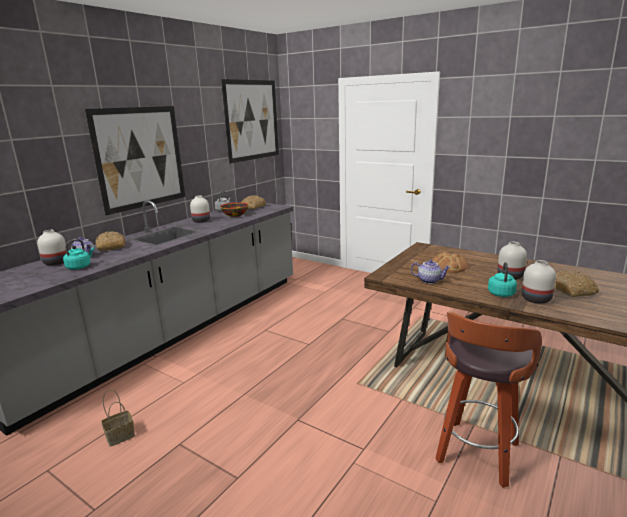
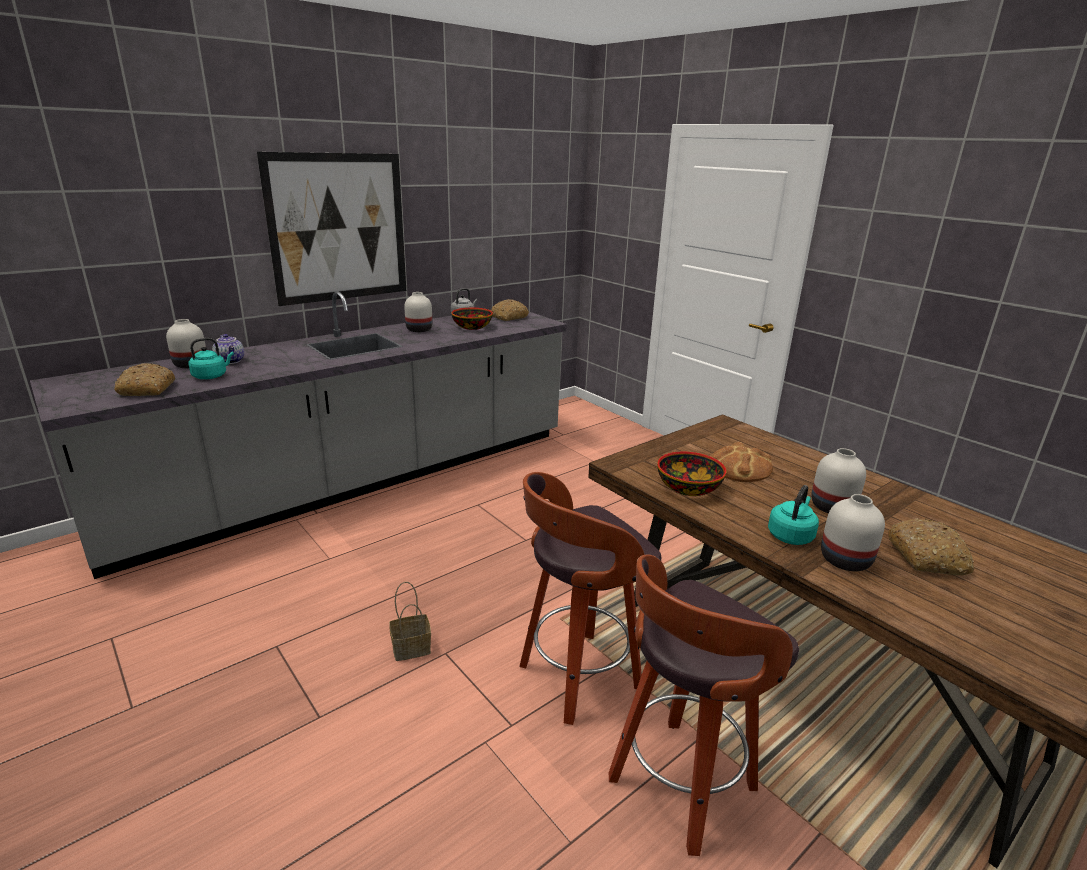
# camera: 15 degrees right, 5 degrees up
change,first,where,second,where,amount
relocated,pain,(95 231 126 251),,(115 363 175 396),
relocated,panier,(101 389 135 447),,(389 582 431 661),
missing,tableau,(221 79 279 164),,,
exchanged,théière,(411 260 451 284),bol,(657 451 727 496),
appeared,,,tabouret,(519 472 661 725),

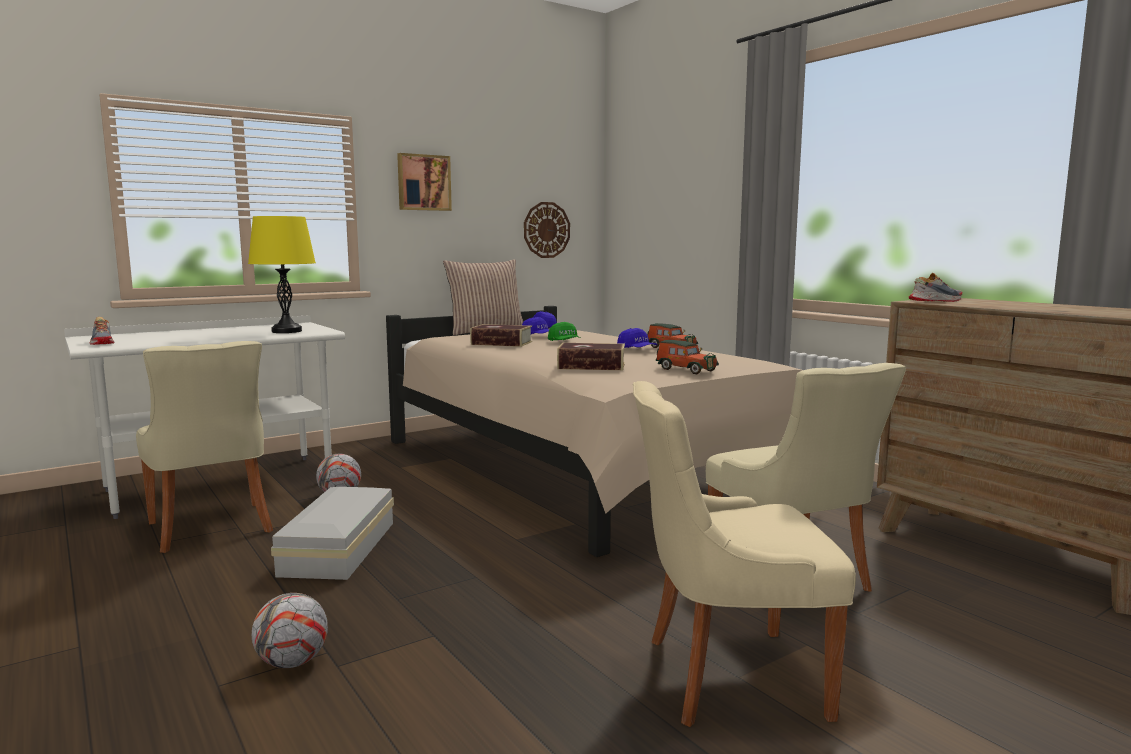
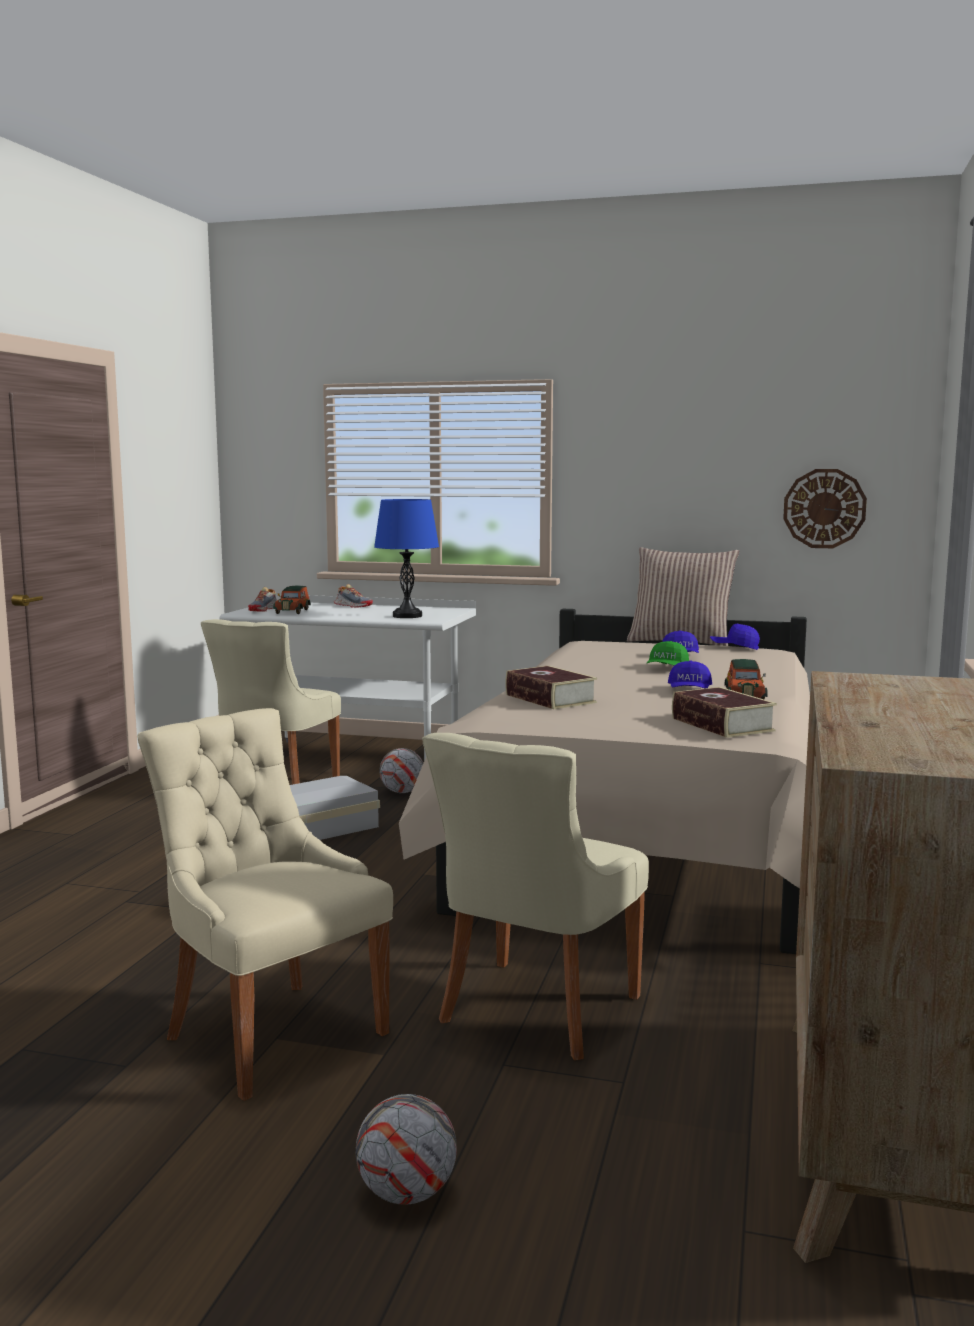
# camera: 50 degrees right, 0 degrees up
change,first,where,second,where,amount
colour,lampe de table/jaune,(248 216 316 333),lampe de table/bleu,(374 499 439 618),
relocated,ballon de foot,(252 593 328 668),,(356 1094 457 1205),
missing,tableau,(397 153 452 211),,,
relocated,livre,(470 324 532 347),,(672 687 777 738),
relocated,petite voiture,(656 340 719 374),,(273 585 311 614),
relocated,chaussure,(909 273 963 302),,(334 584 373 608),

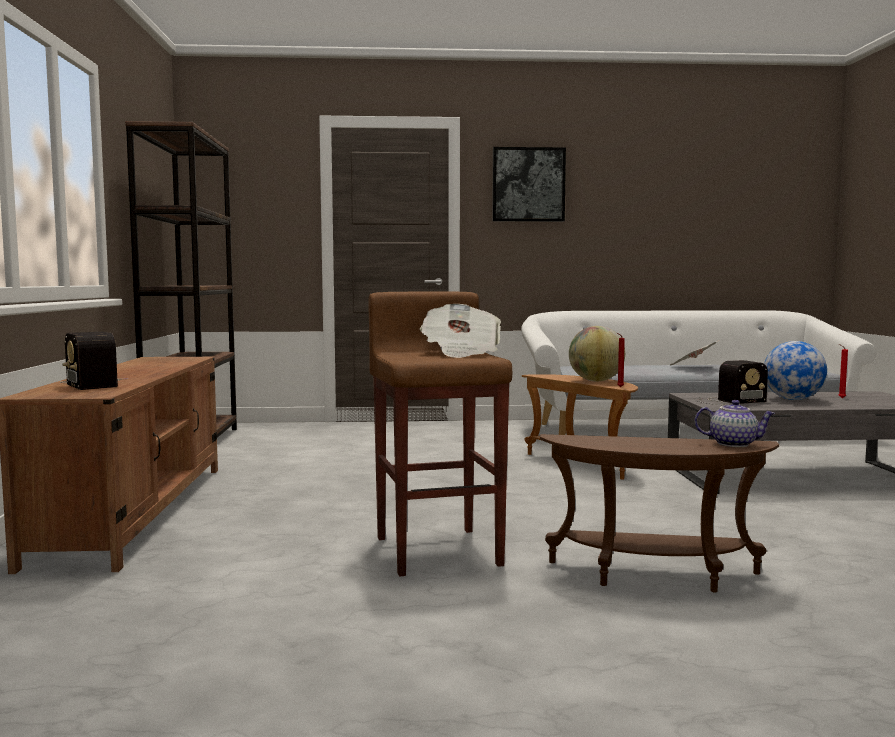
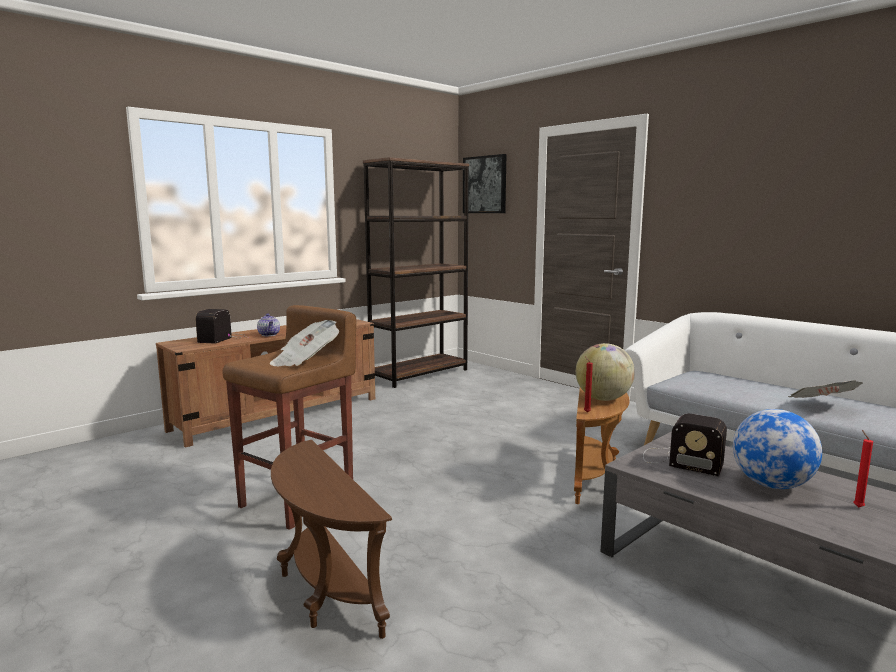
# camera: 50 degrees right, 5 degrees up
change,first,where,second,where,amount
relocated,tableau,(492 147 566 222),,(463 154 506 213),
relocated,théière,(695 400 776 447),,(257 314 280 336),

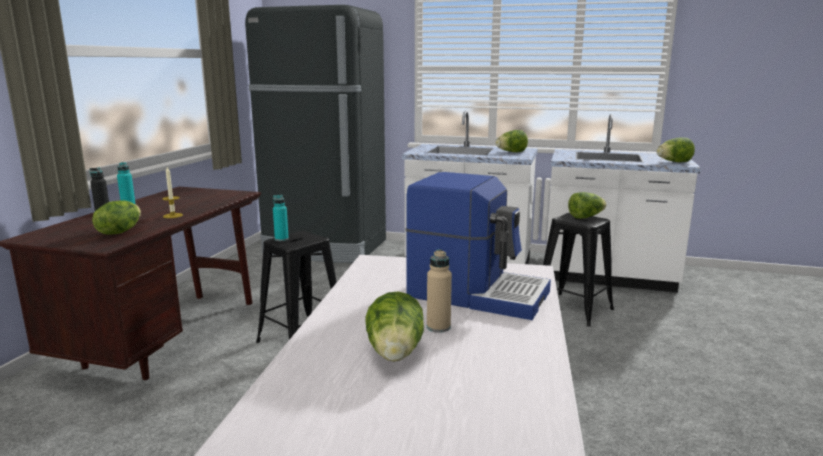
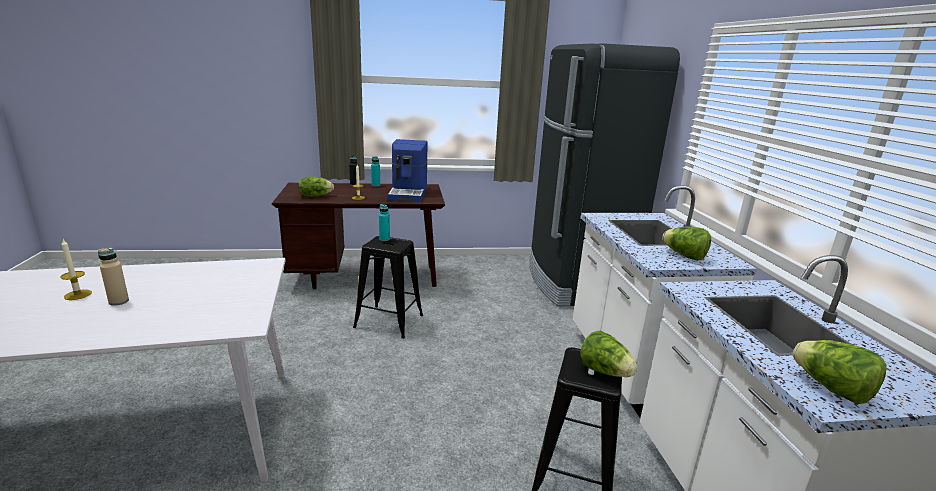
# camera: 65 degrees right, 5 degrees up
change,first,where,second,where,amount
exchanged,laitue,(365 291 424 362),bougie,(61 239 92 300),
relocated,machine à café,(406 172 551 320),,(388 139 428 202),

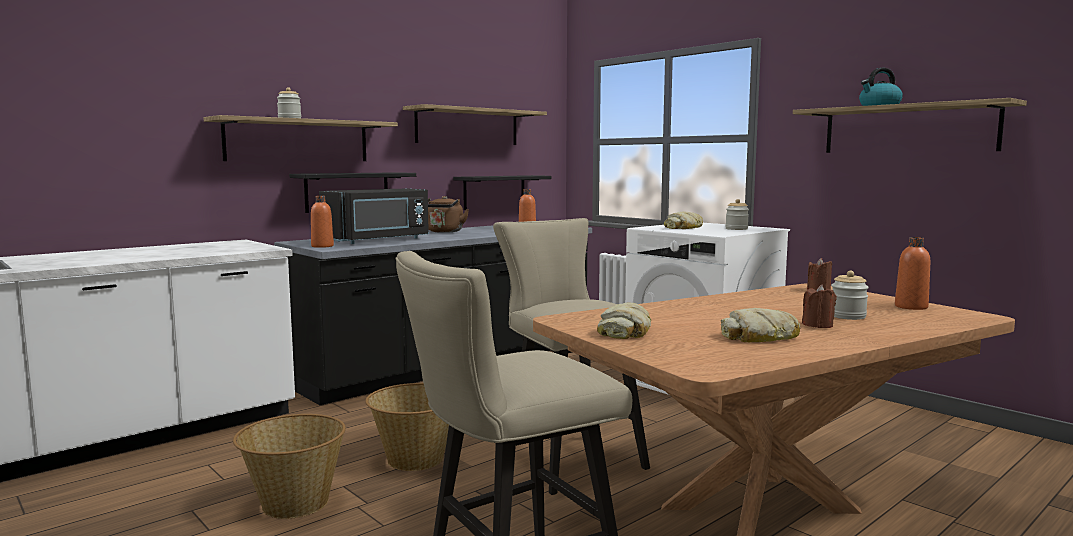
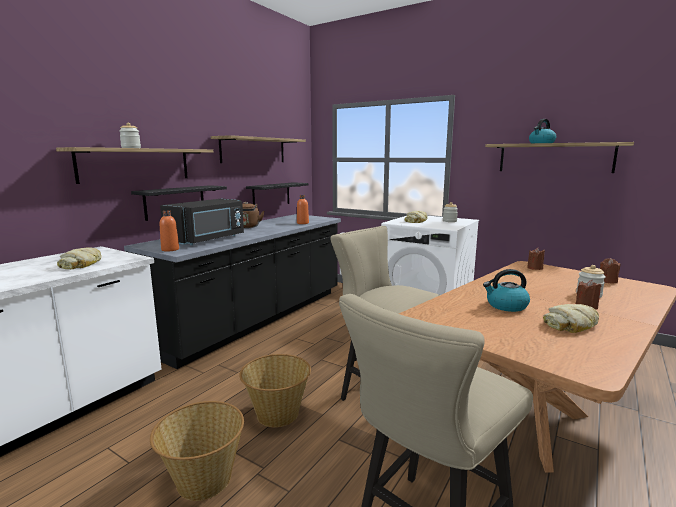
# camera: 15 degrees left, 5 degrees up
change,first,where,second,where,amount
relocated,pain,(597 302 651 339),,(57 247 101 269),
exchanged,bouteille/orange,(895 237 930 310),bougie/marron,(600 258 620 283),
appeared,,,bouilloire,(483 269 530 312),

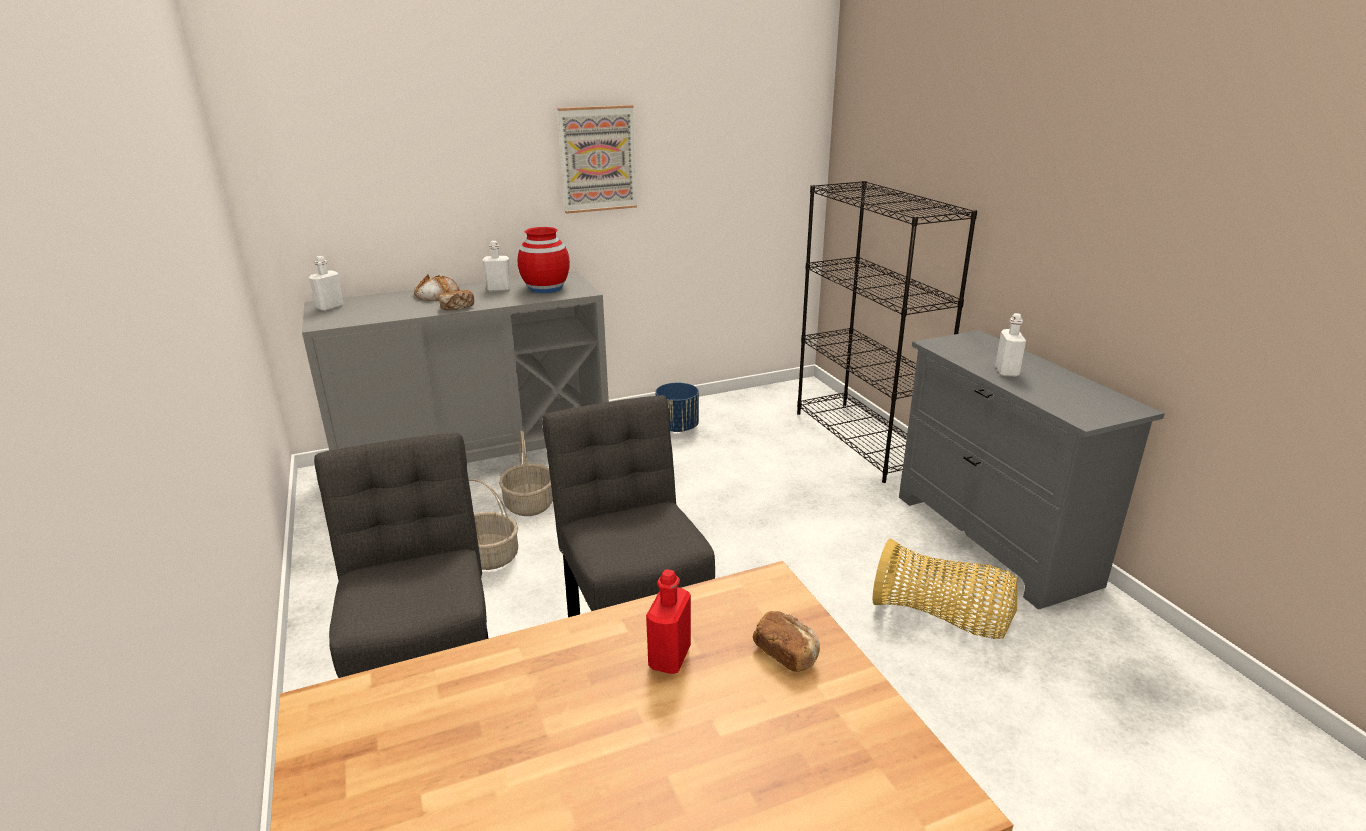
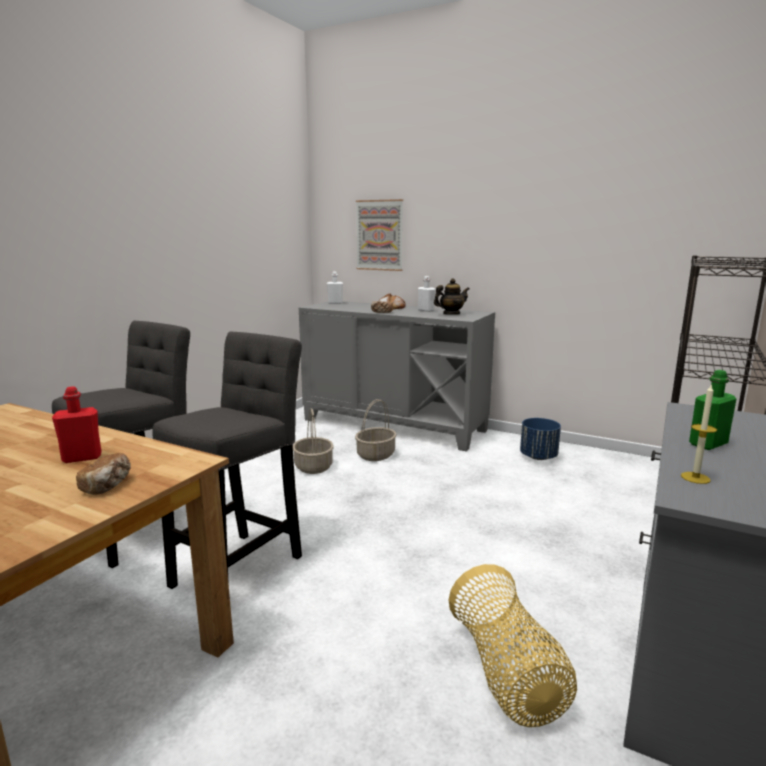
# camera: 50 degrees right, 10 degrees down
change,first,where,second,where,amount
exchanged,vase/rouge,(518 227 570 293),théière,(434 278 470 315),
relocated,tableau,(558 105 637 214),,(356 199 403 271),
colour,bouteille/blanc,(995 313 1026 377),bouteille/vert,(689 370 736 450),
appeared,,,bougie,(681 383 717 484),

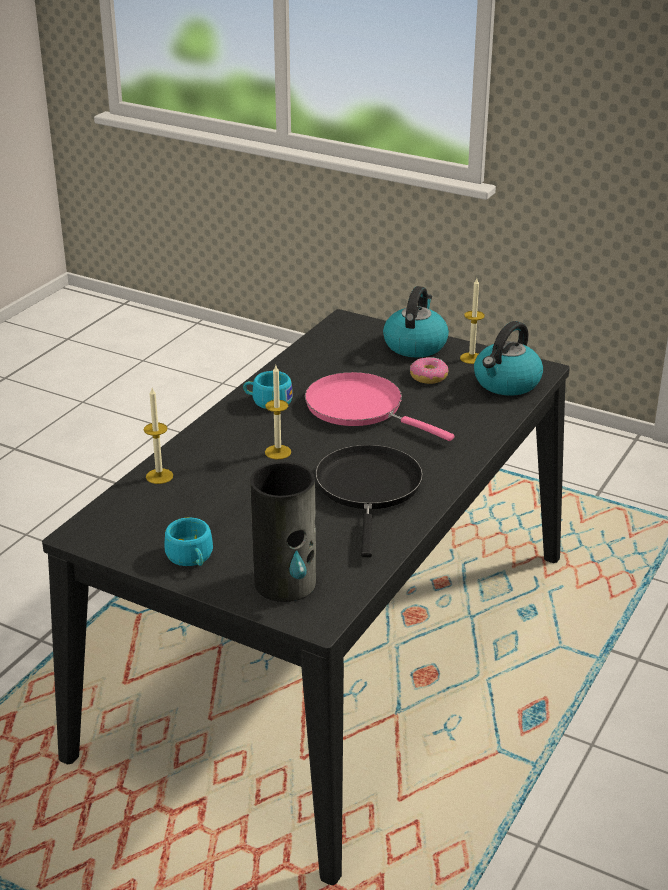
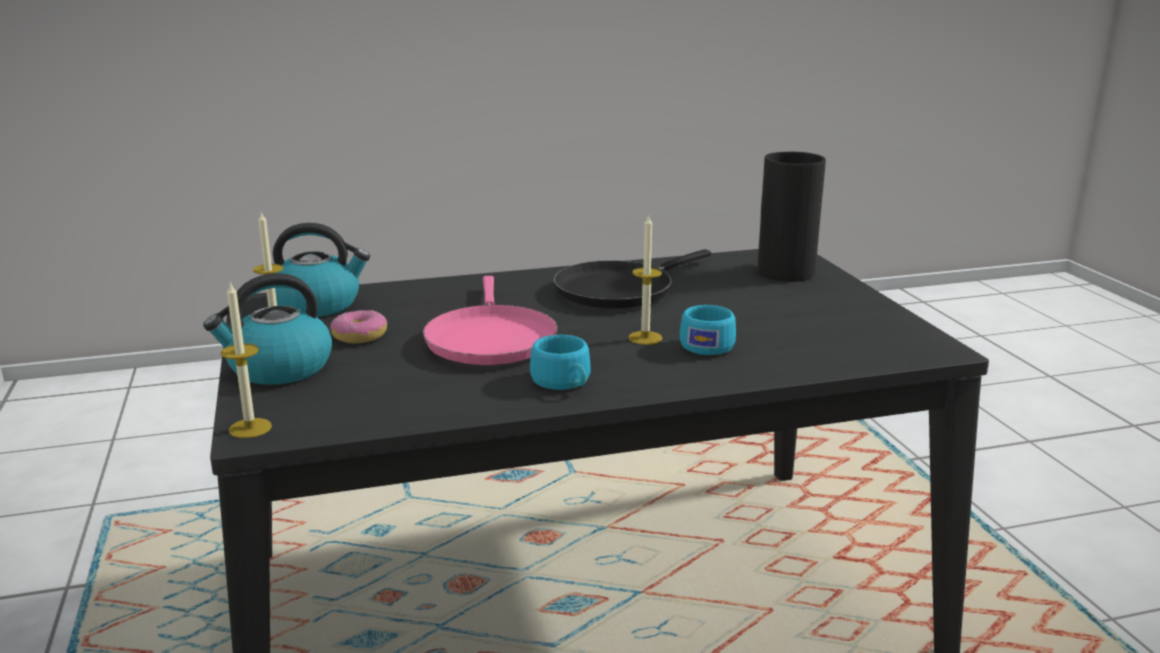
# camera: 135 degrees left, 10 degrees down
change,first,where,second,where,amount
relocated,bougie,(144 388 173 484),,(221 281 272 438),
relocated,tasse/turquoise,(165 517 213 566),,(679 305 736 355),

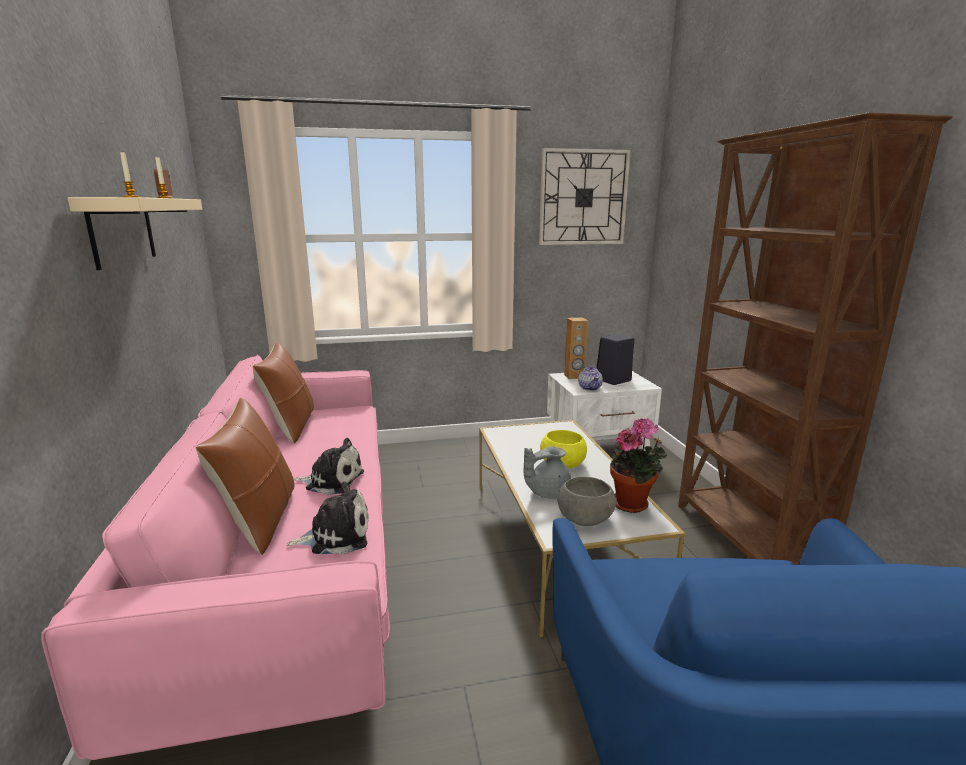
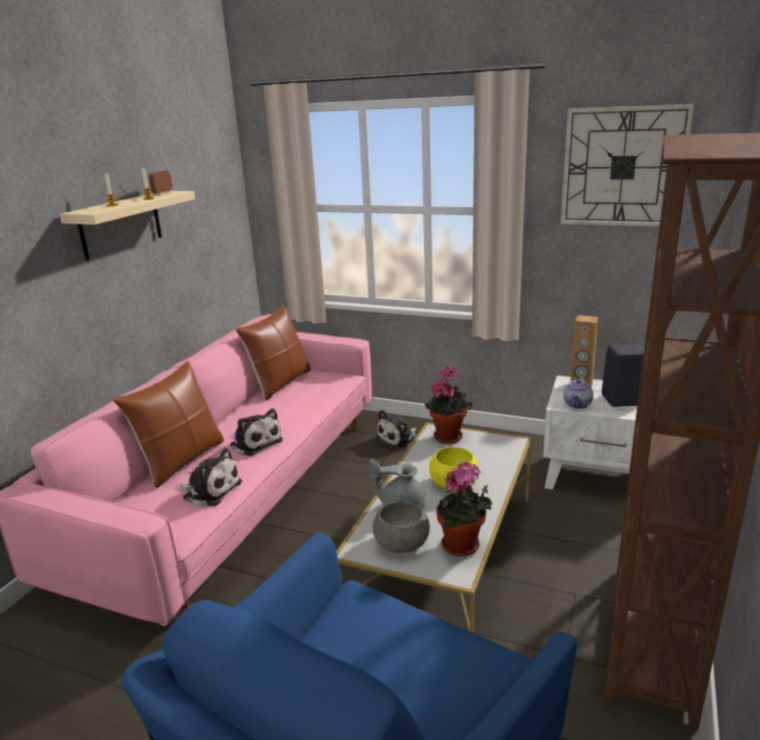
# camera: 35 degrees right, 5 degrees up
change,first,where,second,where,amount
appeared,,,peluche,(375 410 416 449),
appeared,,,plante en pot,(425 365 472 444),

